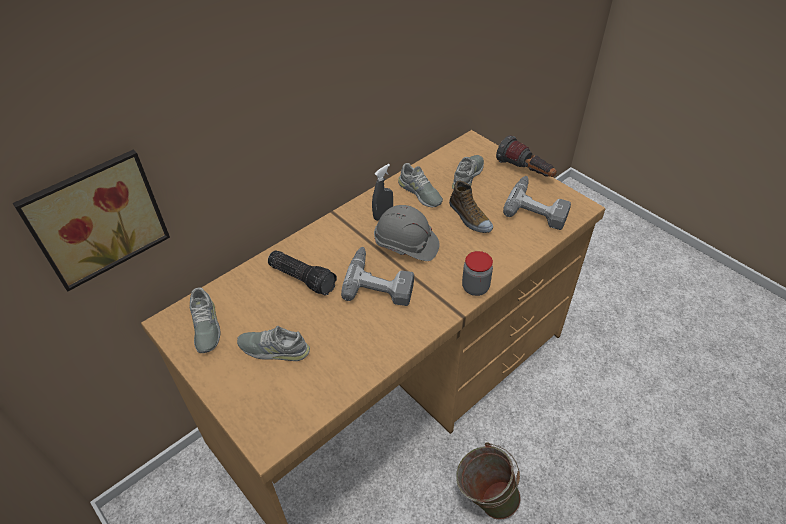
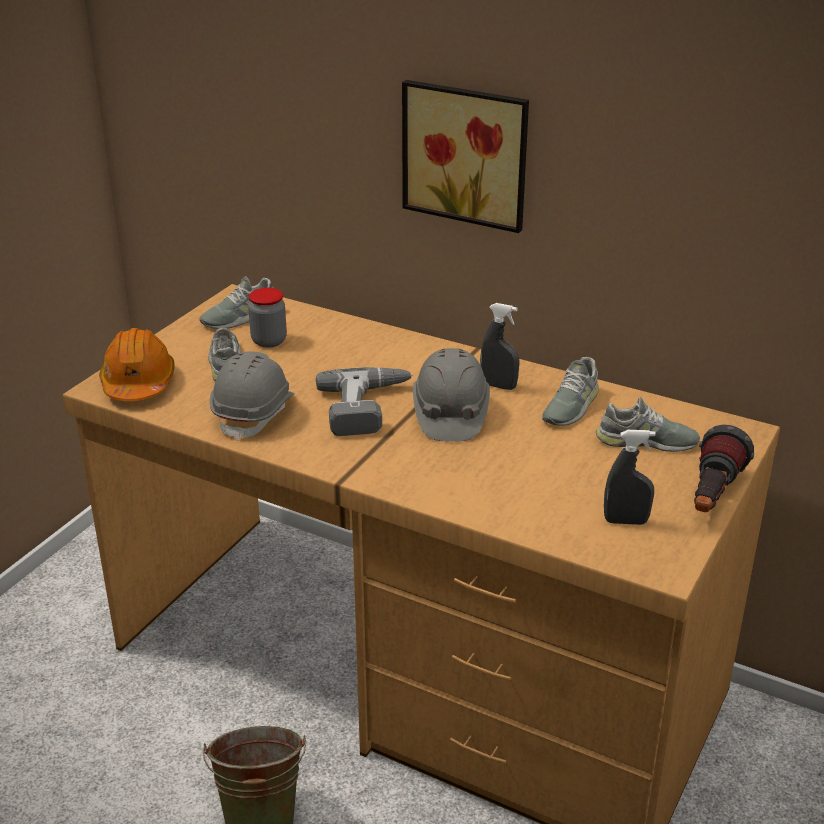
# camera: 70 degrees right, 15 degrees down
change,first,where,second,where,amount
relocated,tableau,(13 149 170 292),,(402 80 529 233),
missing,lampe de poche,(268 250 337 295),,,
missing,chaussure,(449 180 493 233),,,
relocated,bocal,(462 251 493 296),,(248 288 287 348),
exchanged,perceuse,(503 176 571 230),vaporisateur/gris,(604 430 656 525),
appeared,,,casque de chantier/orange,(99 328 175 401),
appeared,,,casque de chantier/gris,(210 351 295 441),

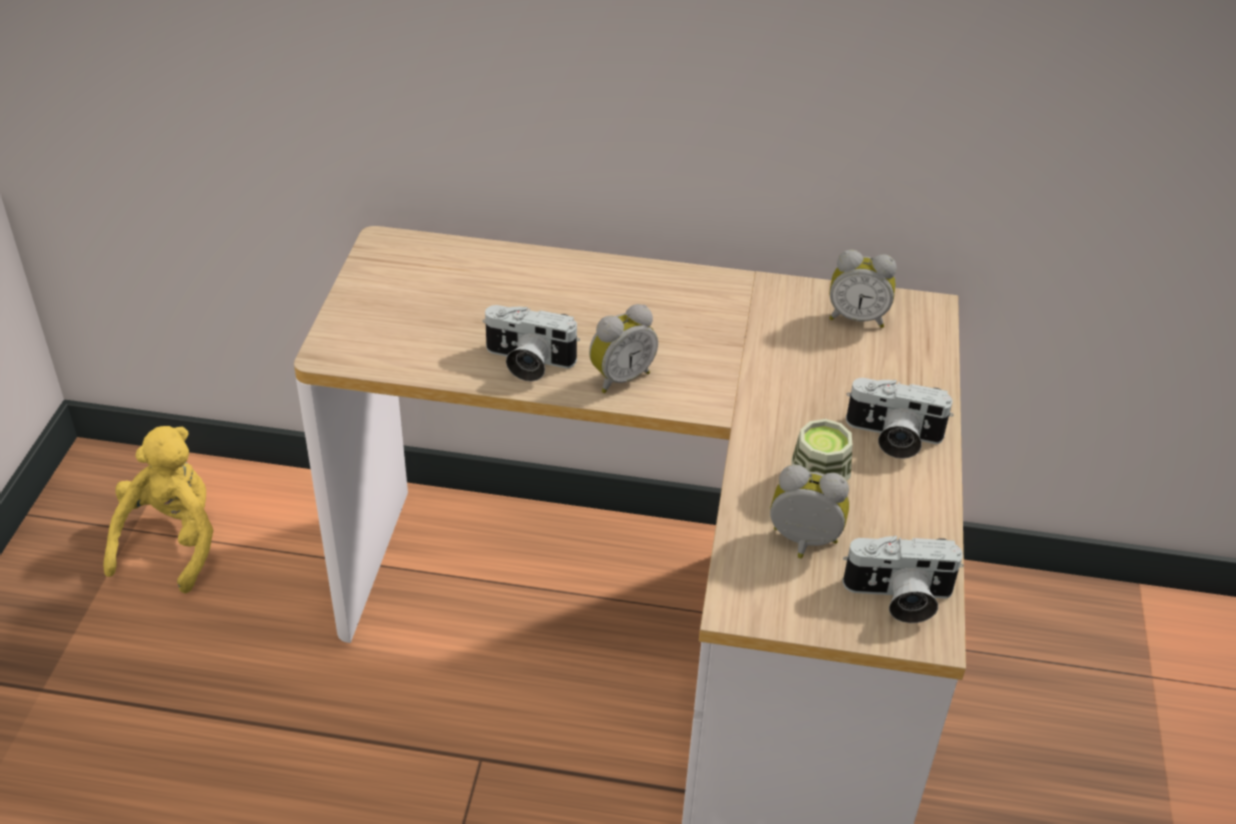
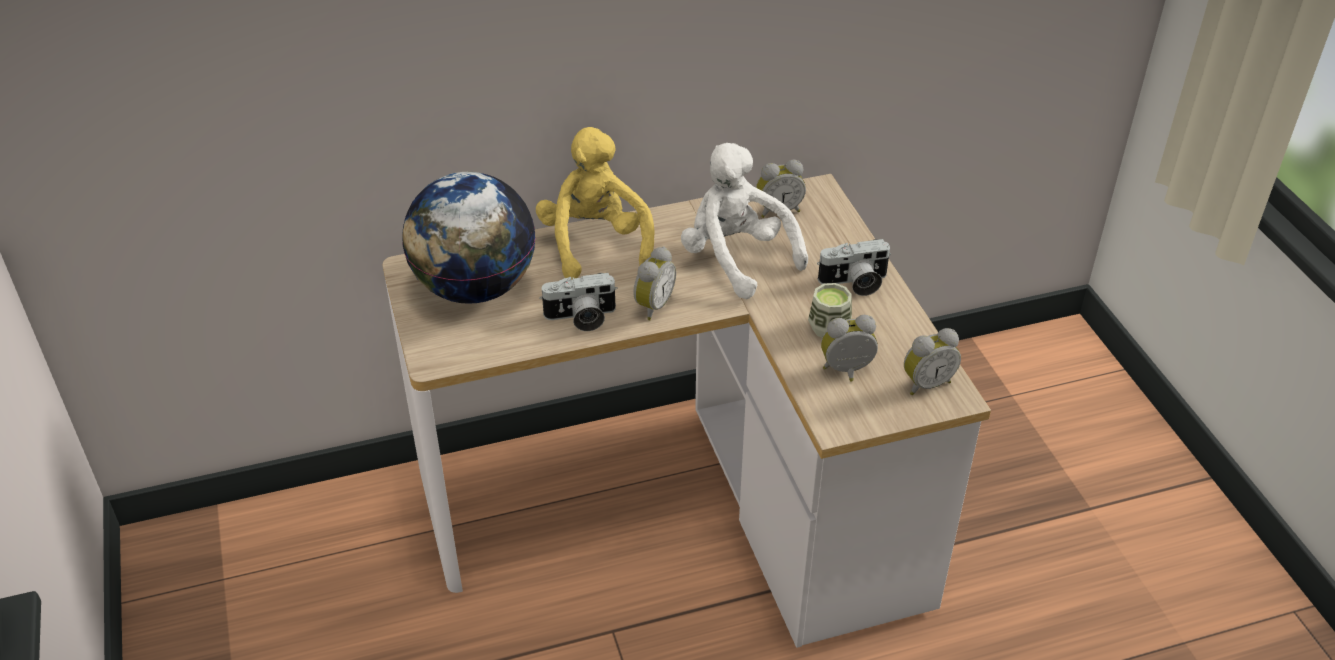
# camera: 25 degrees left, 0 degrees up
change,first,where,second,where,amount
relocated,peluche/jaune,(103 426 213 593),,(536 127 654 280),
exchanged,appareil photo,(842 536 964 623),réveil,(904 328 961 395),
appeared,,,globe,(402 172 536 304),
appeared,,,peluche/blanc,(681 143 808 299),

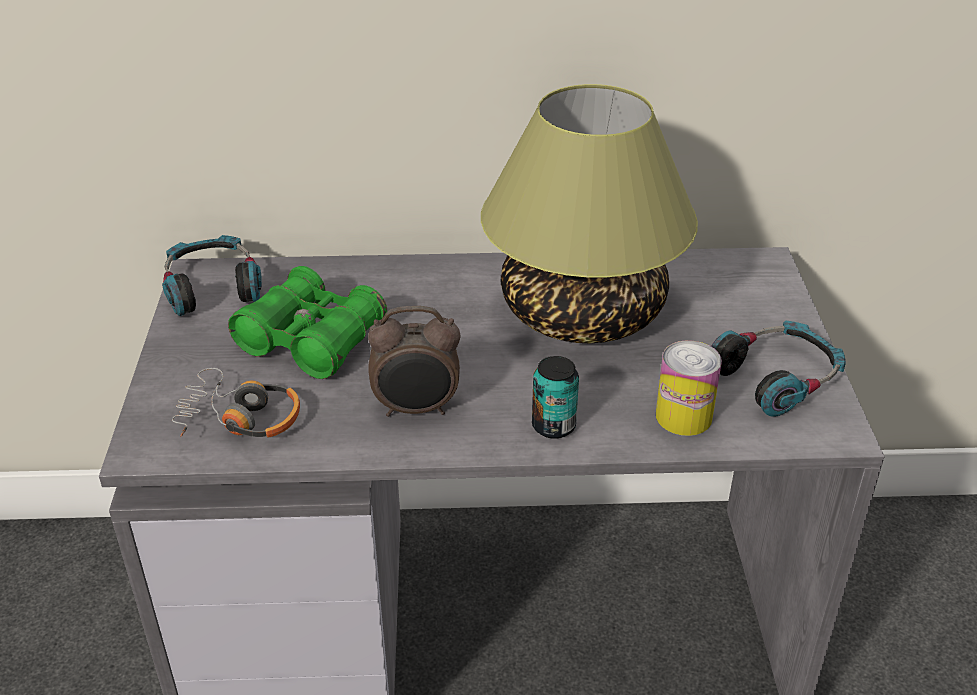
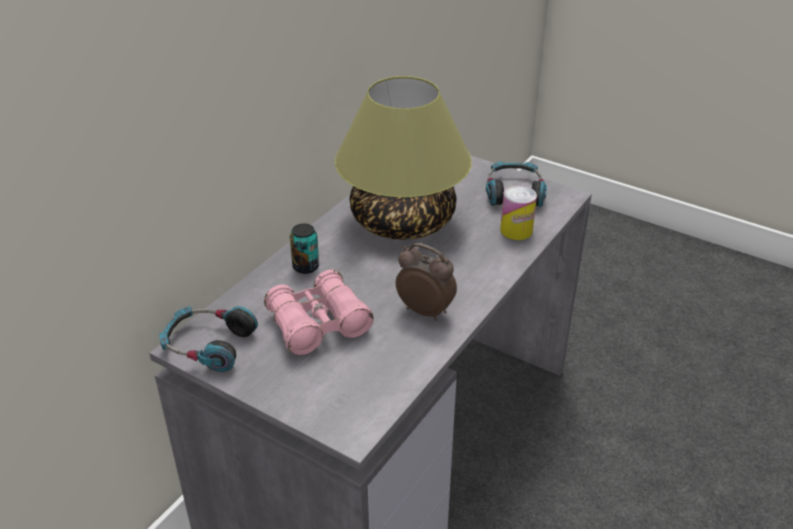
# camera: 55 degrees left, 0 degrees up
change,first,where,second,where,amount
missing,casque audio,(172 368 300 437),,,
colour,jumelles/vert,(228 266 387 379),jumelles/rose,(264 270 374 355),
spun,réveil,(368 306 461 417),,(396 243 457 321),90 degrees counterclockwise
relocated,boîte métallique,(532 356 579 439),,(290 223 319 274),

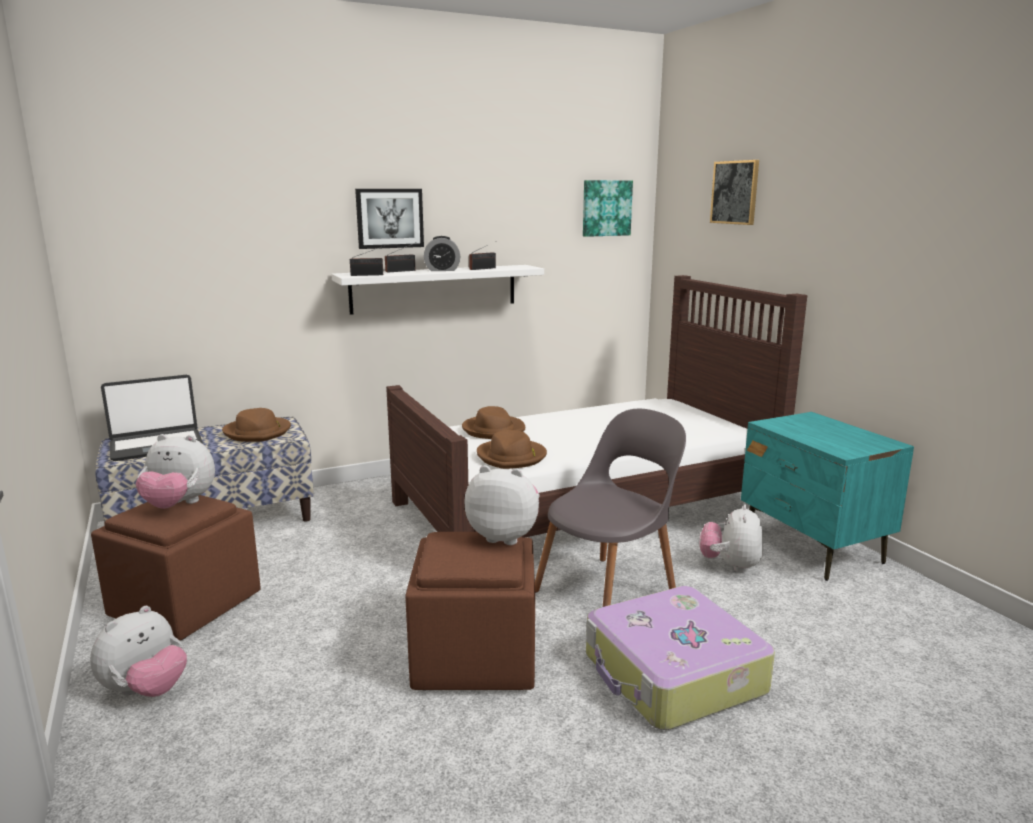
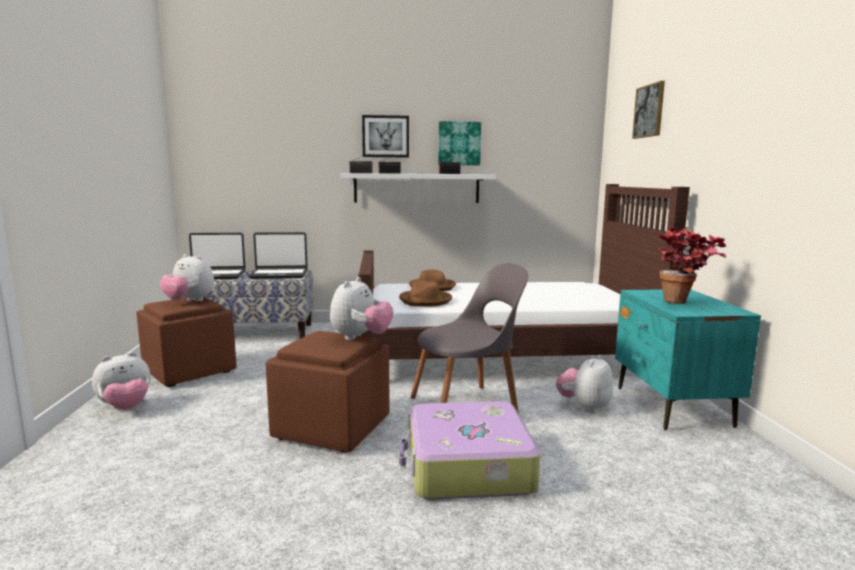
# camera: 20 degrees right, 5 degrees down
change,first,where,second,where,amount
exchanged,chapeau/marron,(222 408 291 442),ordinateur portable,(248 232 308 279),
missing,réveil,(424 236 460 271),,,
spun,peluche,(464 465 540 545),,(330 277 393 340),75 degrees clockwise
relocated,tableau,(583 180 633 237),,(438 121 481 165),
appeared,,,plante en pot,(657 227 727 304),

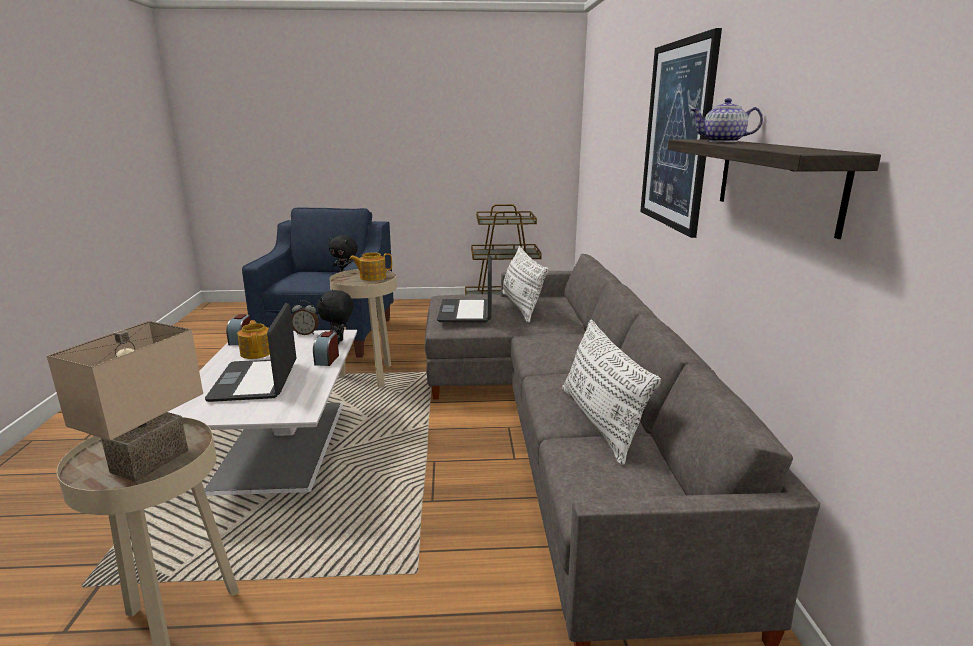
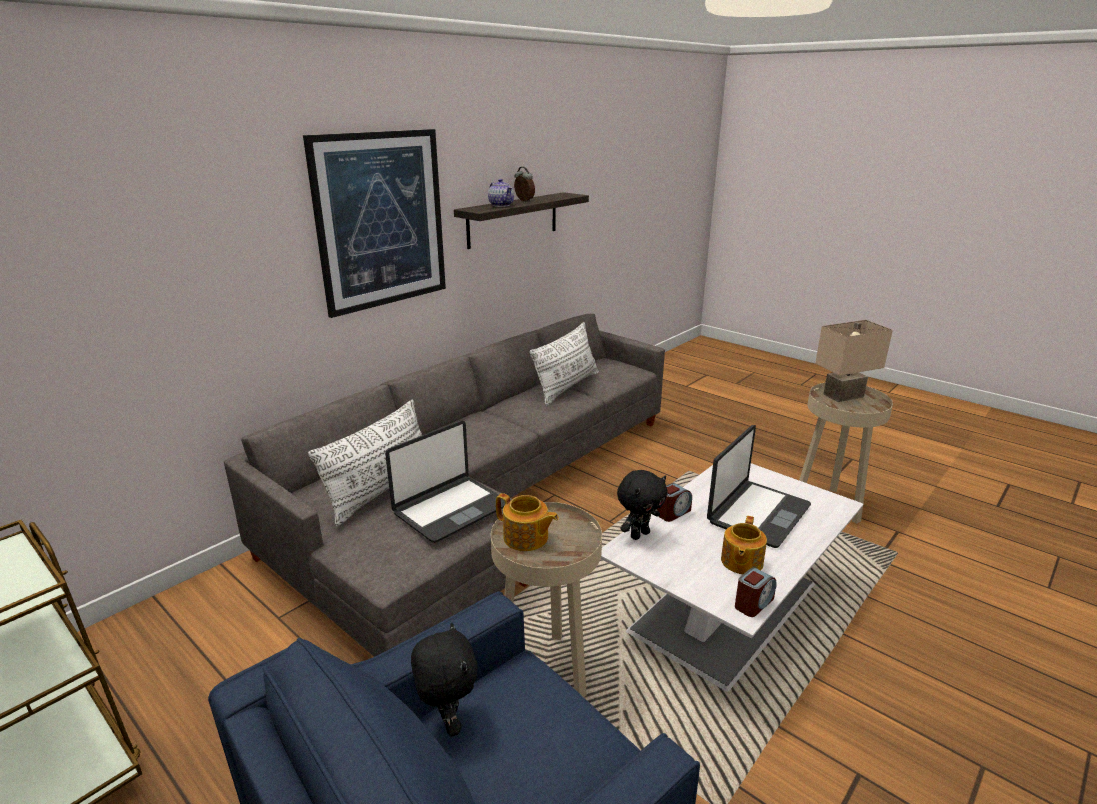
# camera: 135 degrees left, 5 degrees up
change,first,where,second,where,amount
relocated,réveil,(292 300 319 335),,(514 167 535 201),

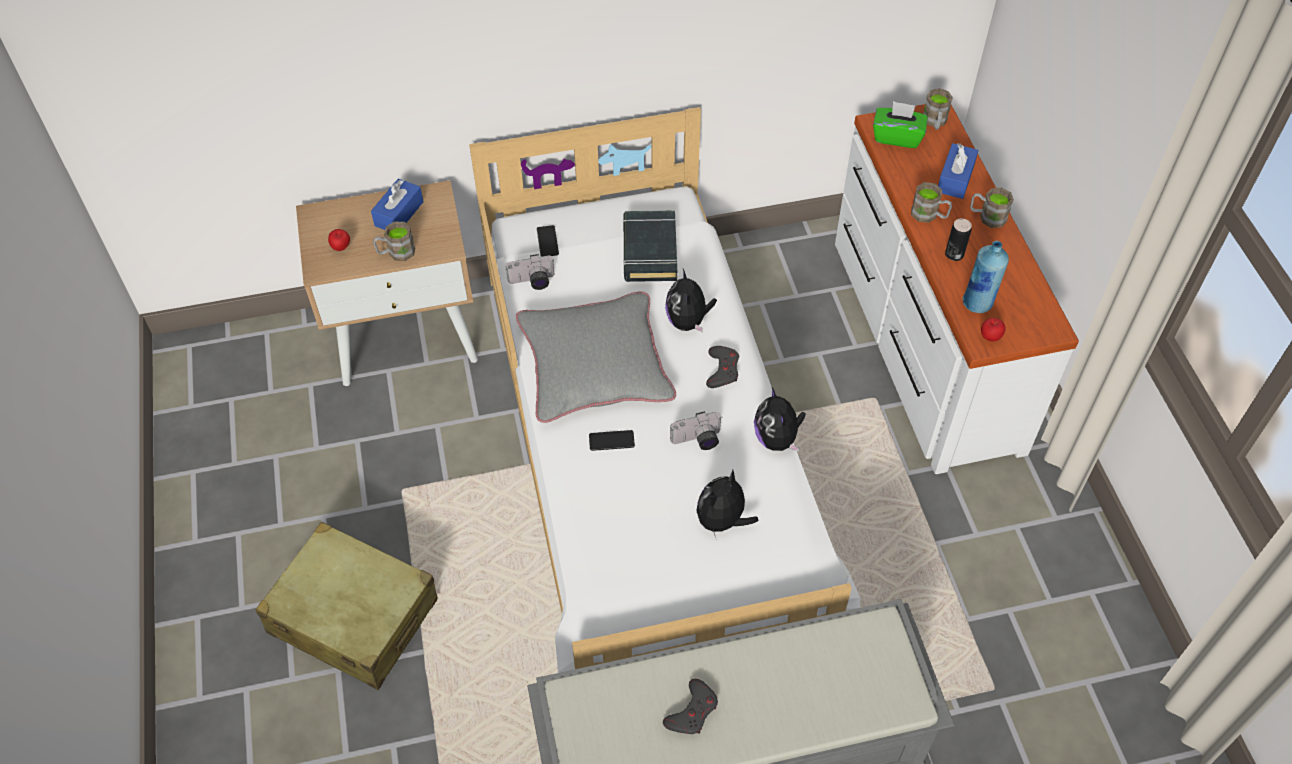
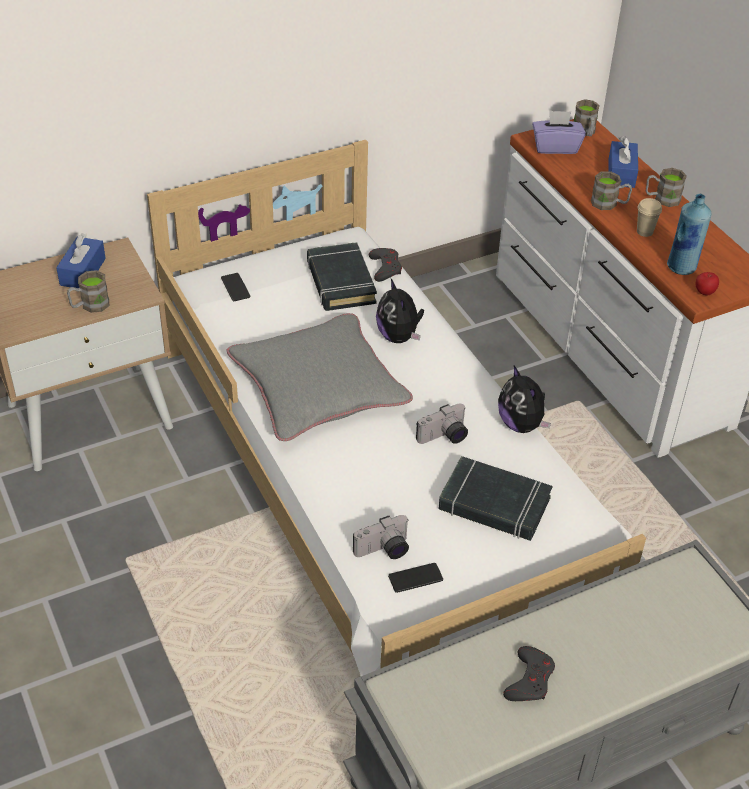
# camera: 15 degrees left, 10 degrees down
change,first,where,second,where,amount
missing,valise/beige,(256 522 438 690),,,
missing,pomme,(328 229 350 251),,,
relocated,appareil photo,(506 254 554 290),,(353 515 409 559),
relocated,téléphone,(589 430 635 451),,(388 563 443 593),
exchanged,peluche,(697 470 759 538),livre/noir,(439 456 552 541),
relocated,manette/gris,(706 346 739 388),,(369 248 402 282),
colour,boîte à mouchoirs/vert,(873 101 928 148),boîte à mouchoirs/violet,(532 110 586 154),
exchanged,boîte métallique,(945 218 972 261),tasse/beige,(637 198 662 237),

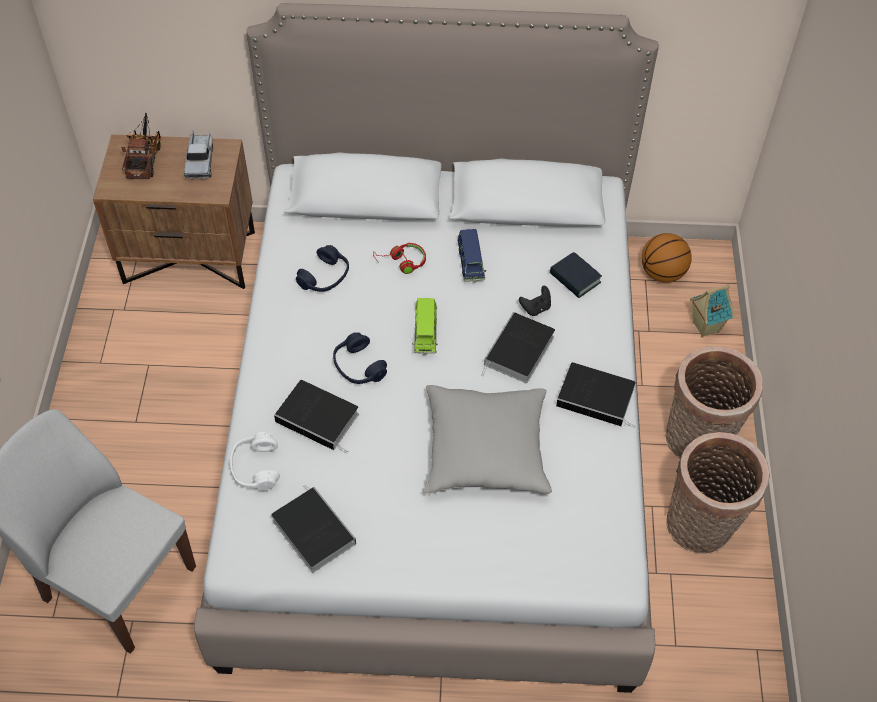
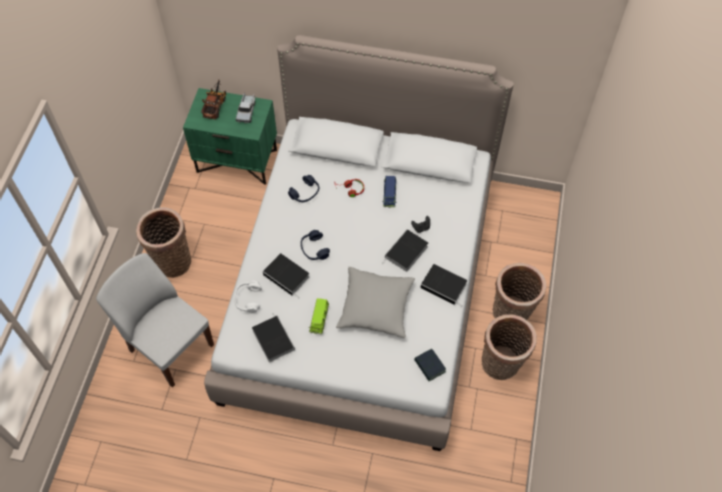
# camera: 10 degrees right, 5 degrees up
change,first,where,second,where,amount
colour,table de chevet/marron,(93 135 255 289),table de chevet/vert,(183 88 277 185),
relocated,petite voiture/vert,(412 298 438 355),,(309 298 329 334),
relocated,livre,(550 252 602 298),,(414 349 446 381),
missing,ballon de basket,(641 233 692 283),,,
missing,maison miniature,(690 284 735 337),,,
appeared,,,panier,(136 207 191 278),

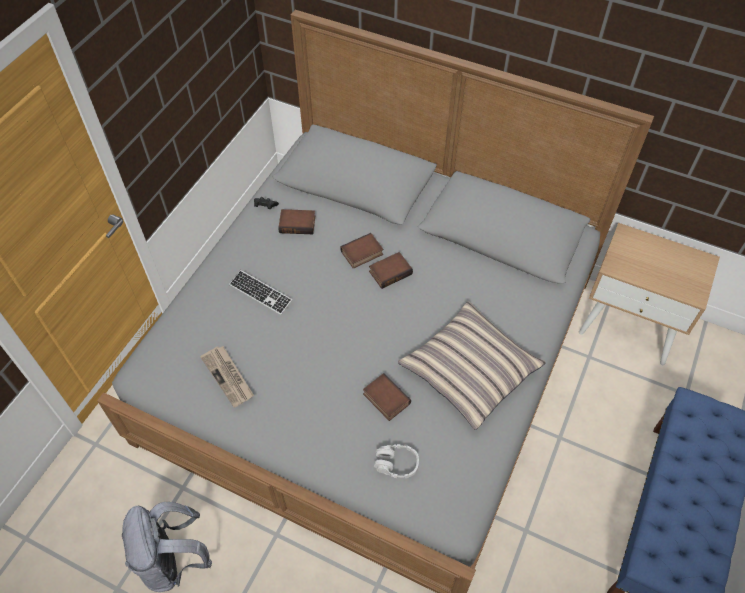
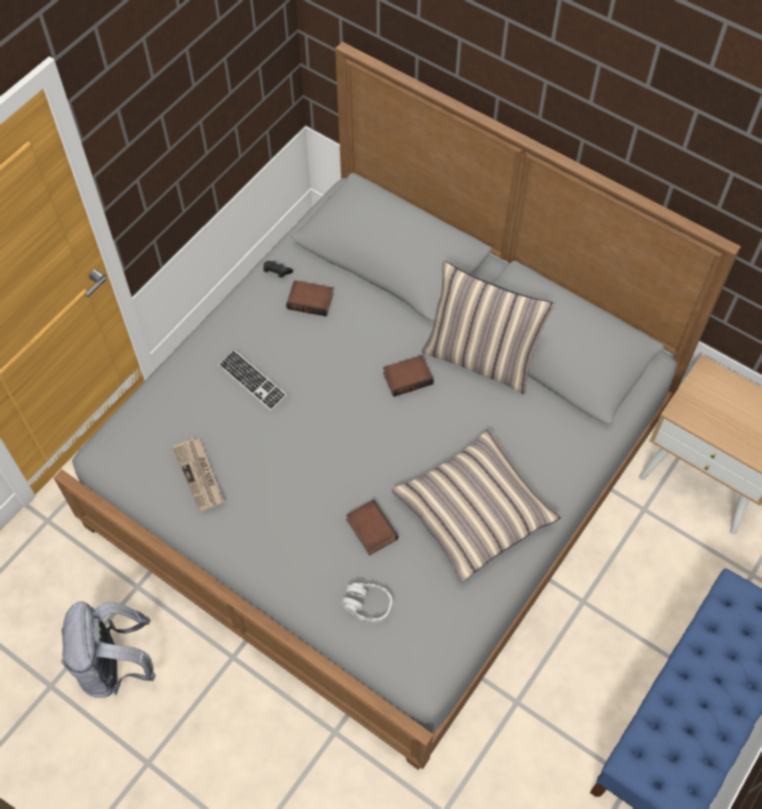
# camera: 10 degrees right, 5 degrees up
change,first,where,second,where,amount
missing,livre,(340 233 383 269),,,
appeared,,,coussin,(422 261 556 394),

